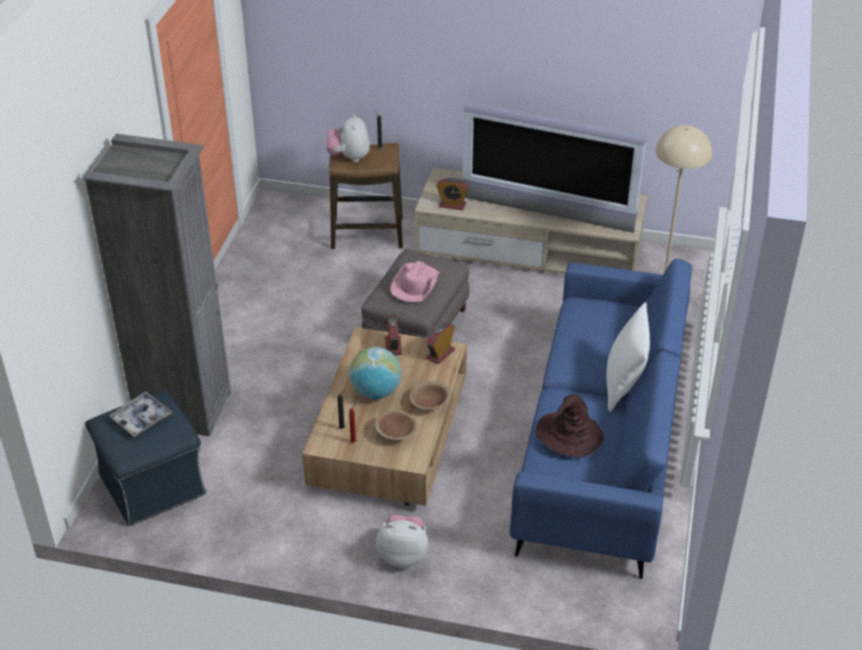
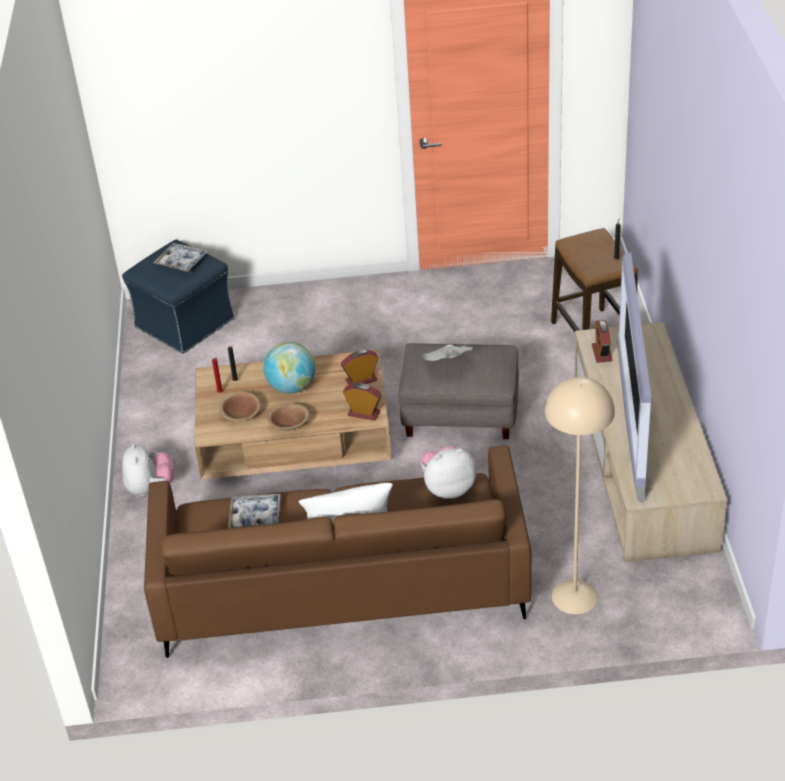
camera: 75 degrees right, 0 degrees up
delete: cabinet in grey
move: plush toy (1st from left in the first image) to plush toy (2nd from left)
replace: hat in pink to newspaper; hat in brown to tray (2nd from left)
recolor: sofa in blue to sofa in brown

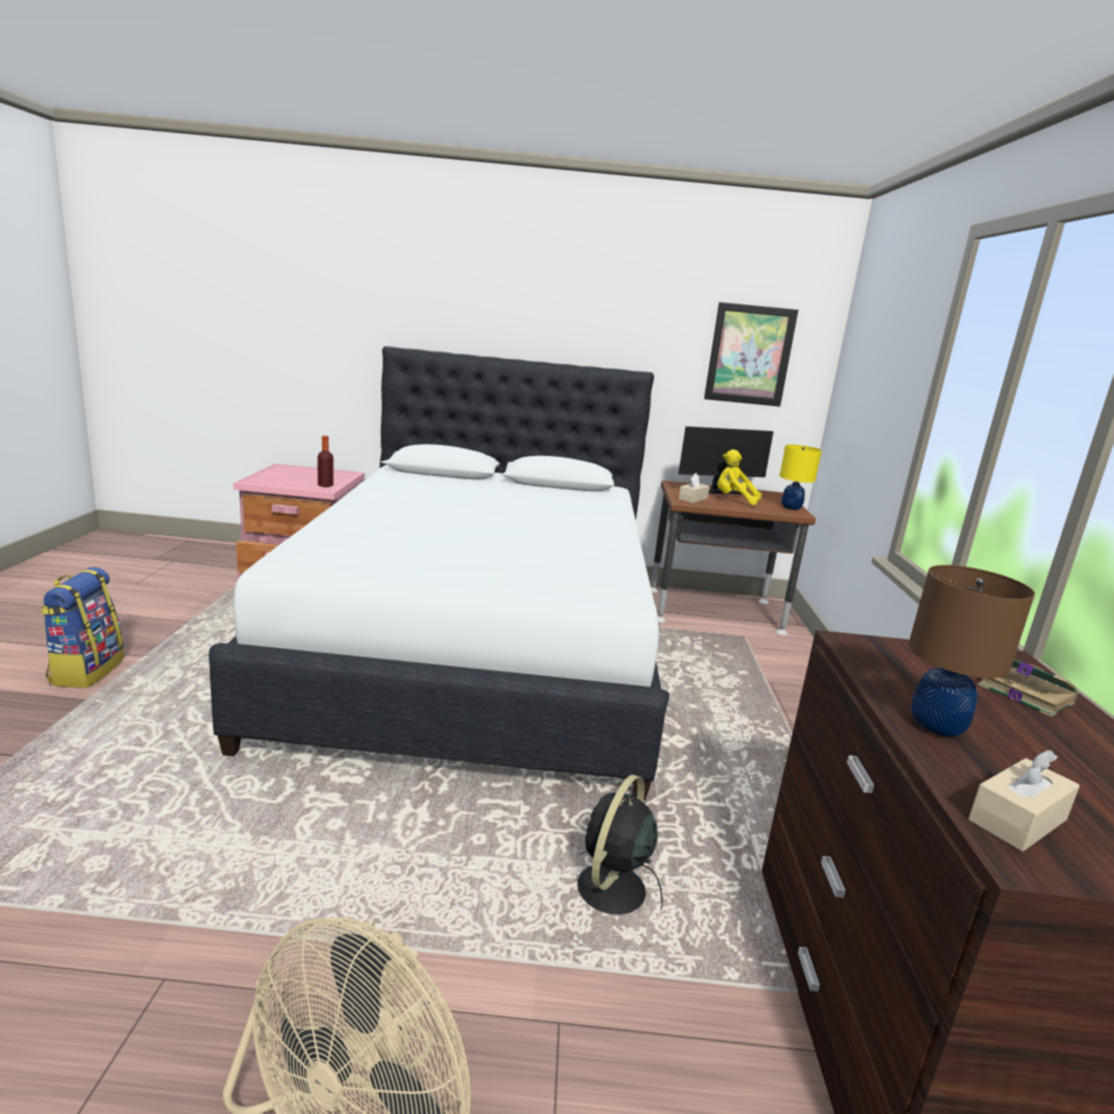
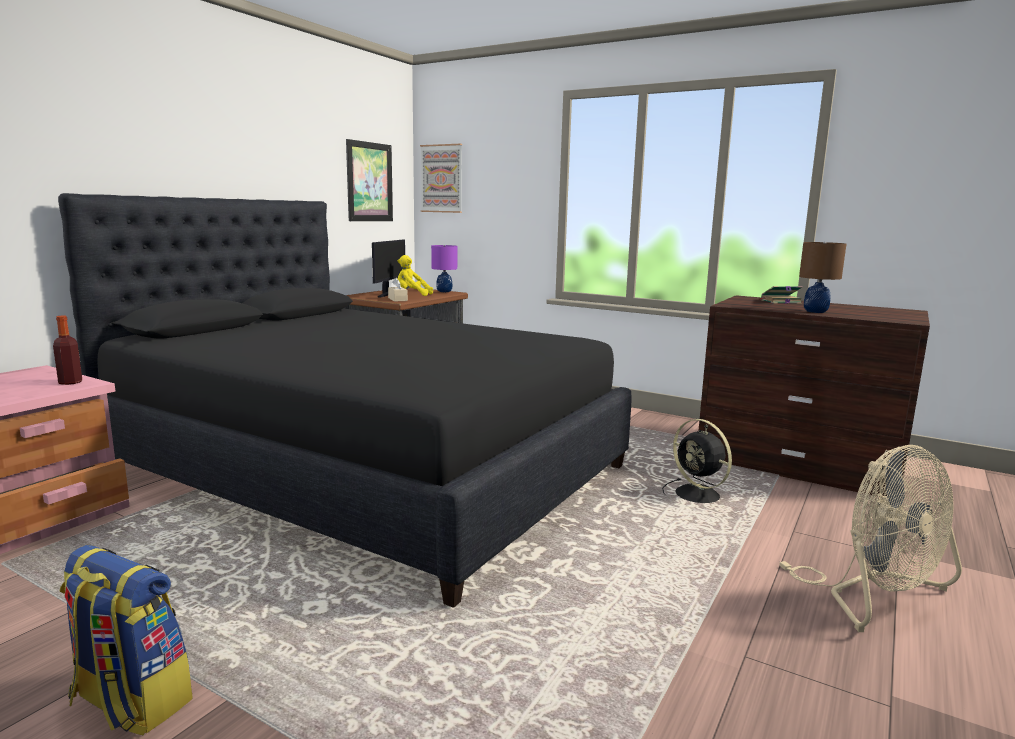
camera: 60 degrees left, 5 degrees down
delete: tissue box in beige (2nd from left)
insert: picture (2nd from left)
recolor: bed in white to bed in black; table lamp in yellow to table lamp in purple
rotate: plush toy in yellow 45 degrees clockwise

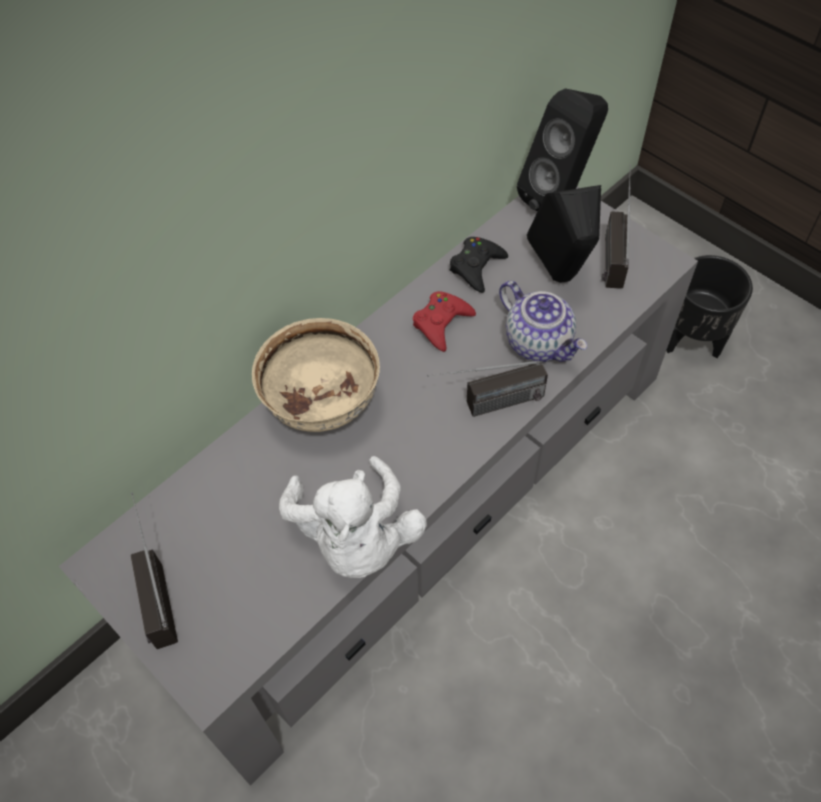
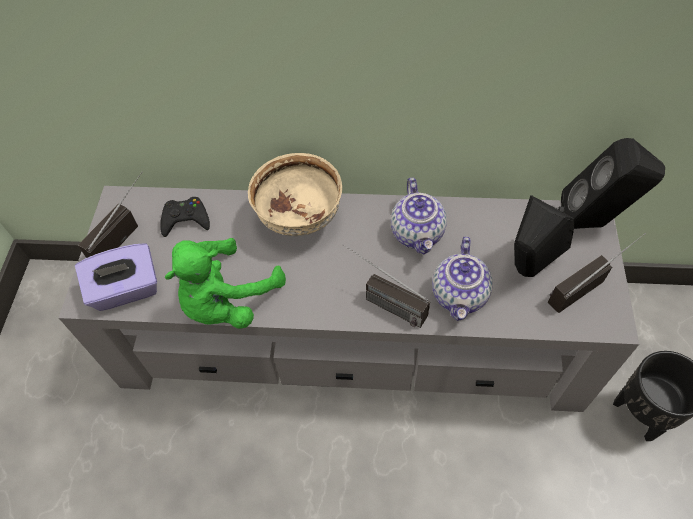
camera: 50 degrees right, 0 degrees up
insert: tissue box in purple
move: game controller in black
replace: game controller in red to teapot (1st from left)
recolor: plush toy in white to plush toy in green

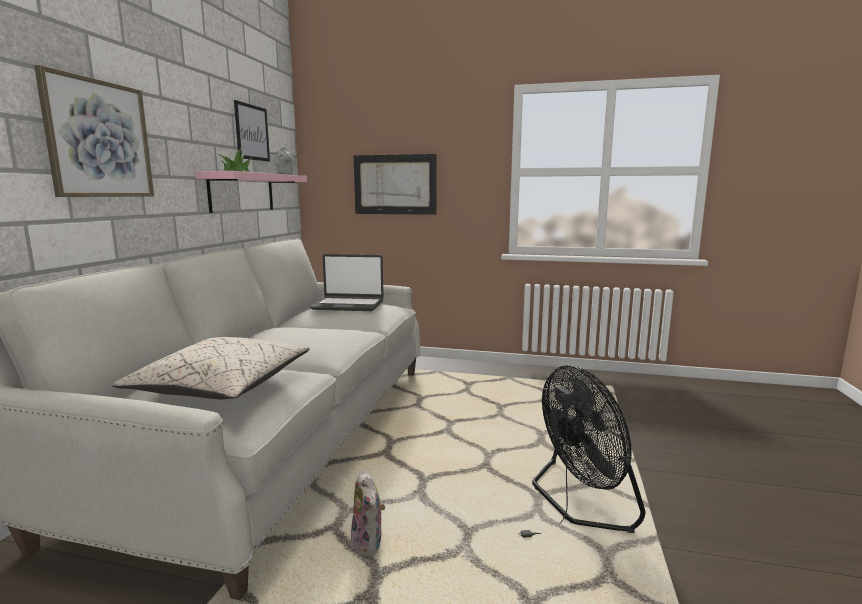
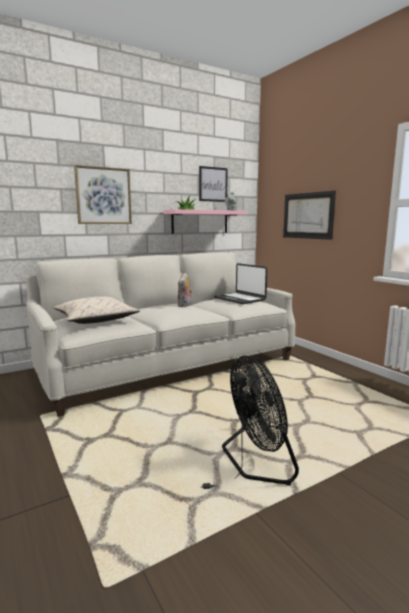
camera: 45 degrees right, 0 degrees up
move: plush toy
rotate: fan in black 45 degrees counterclockwise

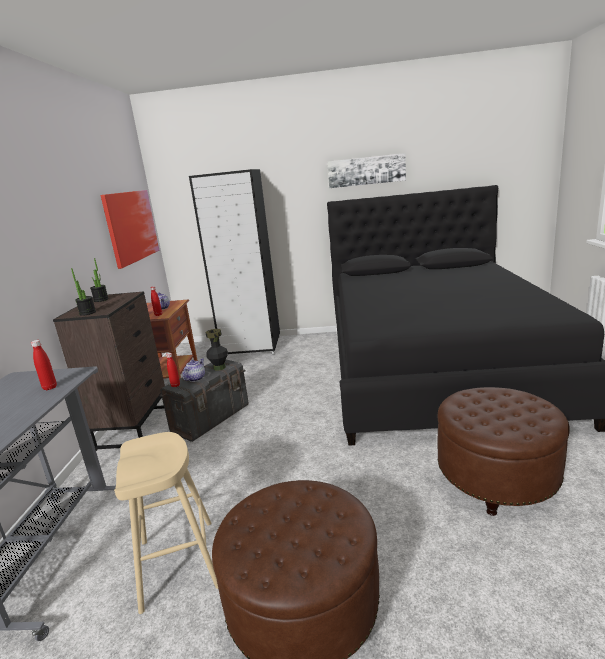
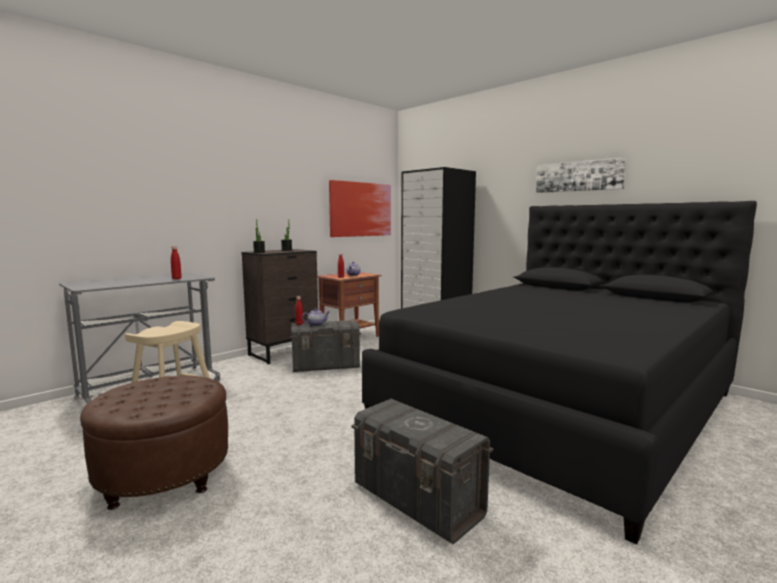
camera: 40 degrees right, 10 degrees down
delete: vase in black
replace: ottoman in brown (2nd from left) to storage box in grey (2nd from left)

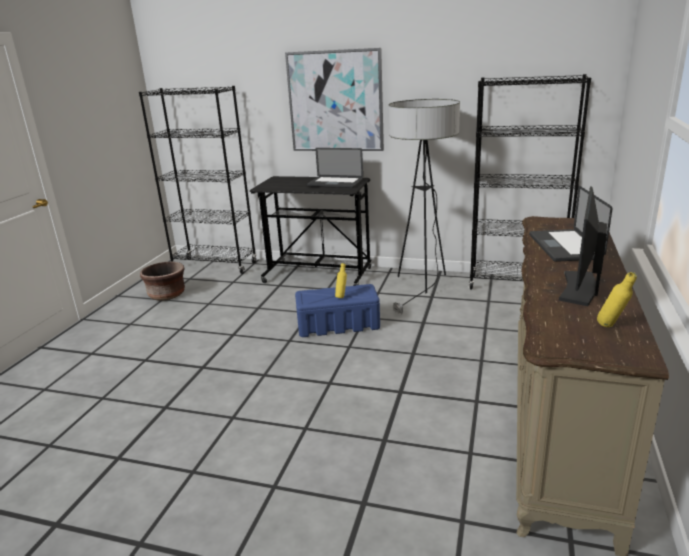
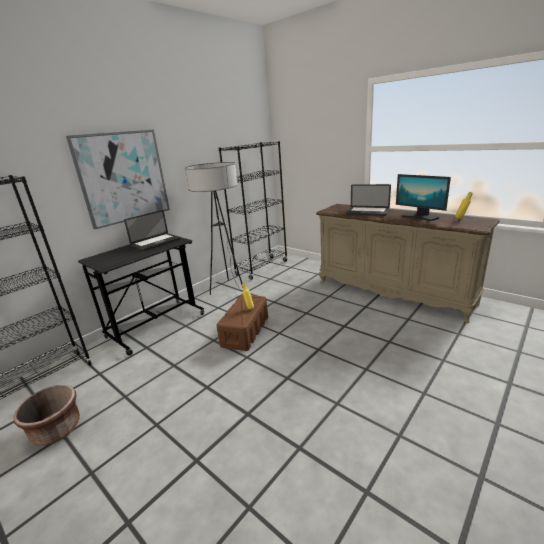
camera: 65 degrees left, 0 degrees up
recolor: storage box in blue to storage box in brown

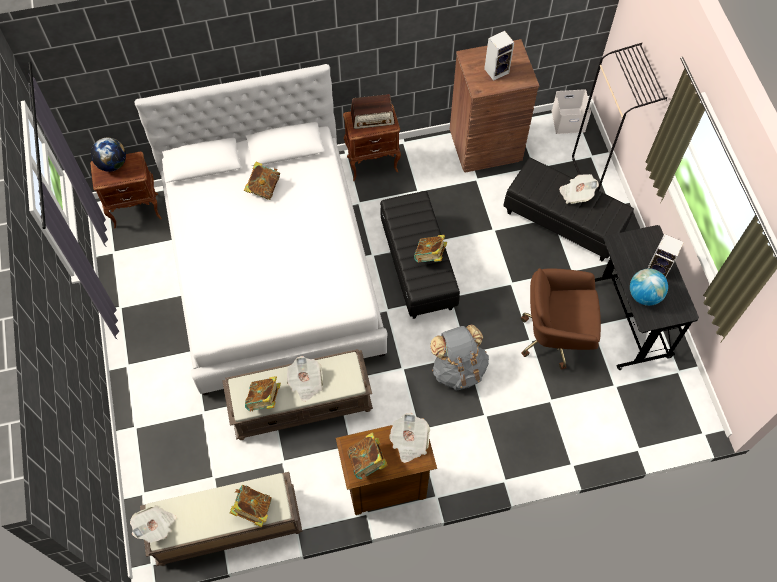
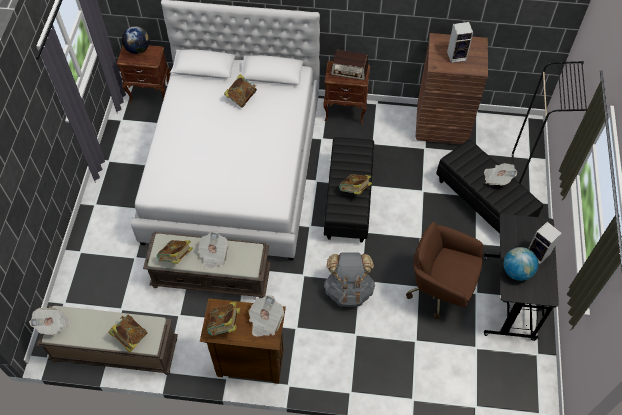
camera: 20 degrees right, 5 degrees down
delete: storage box in white

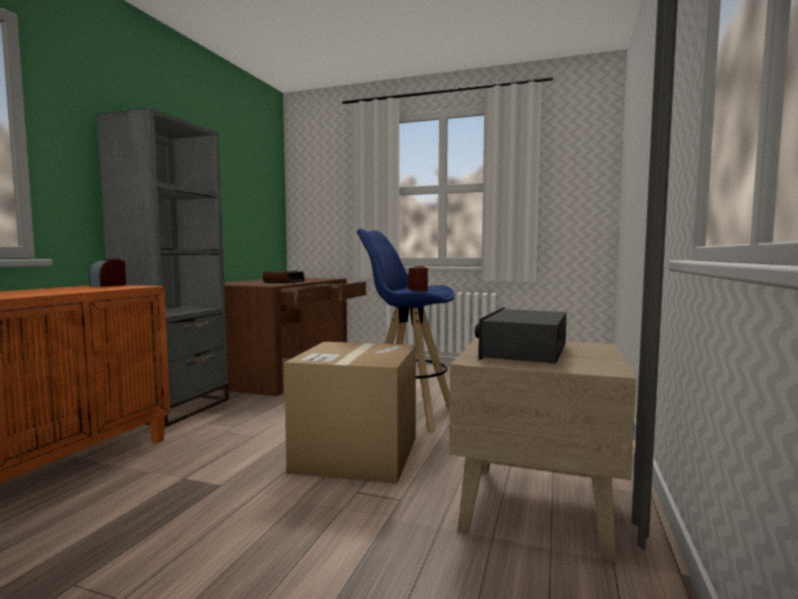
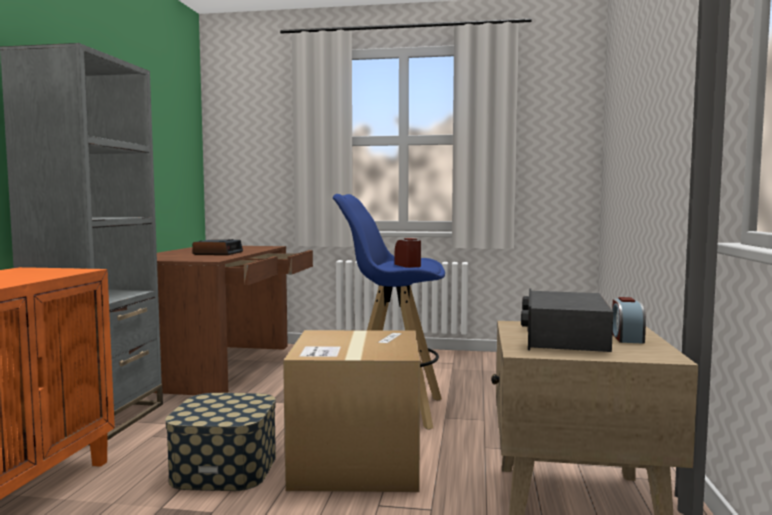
camera: 10 degrees left, 0 degrees up
insert: storage box
move: alarm clock (1st from left in the first image) to alarm clock (3rd from left)

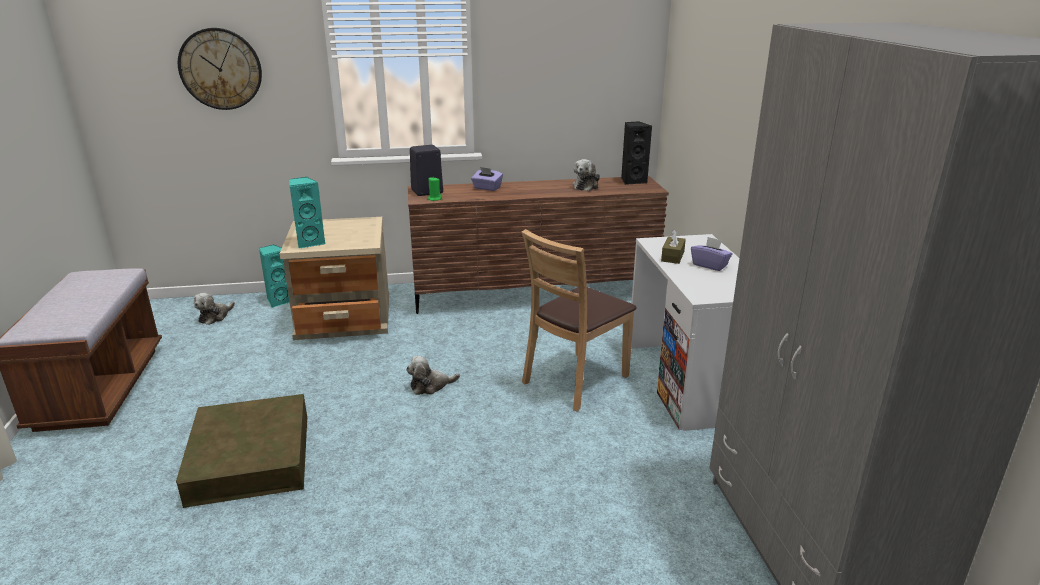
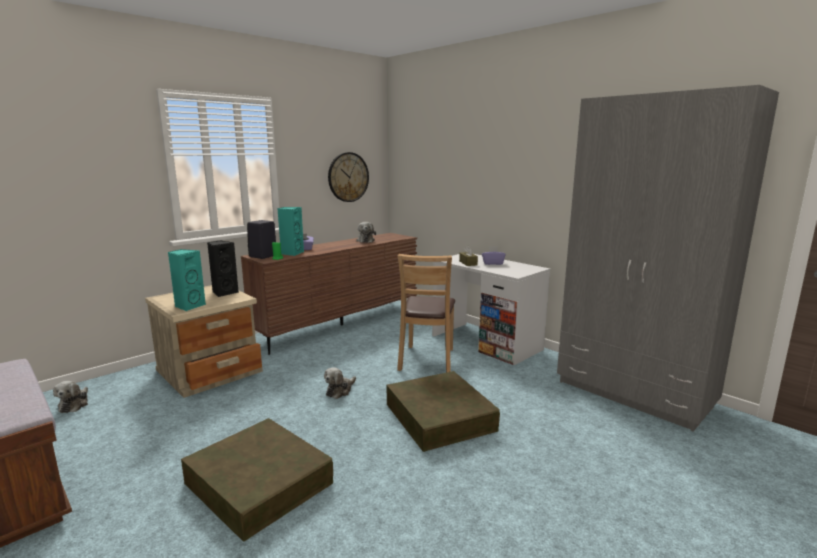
camera: 35 degrees left, 10 degrees down
insert: storage box in brown (2nd from left)
move: wall clock; speaker in turquoise (1st from left in the first image) to speaker in turquoise (2nd from left); speaker in black (2nd from left in the first image) to speaker in black (1st from left)

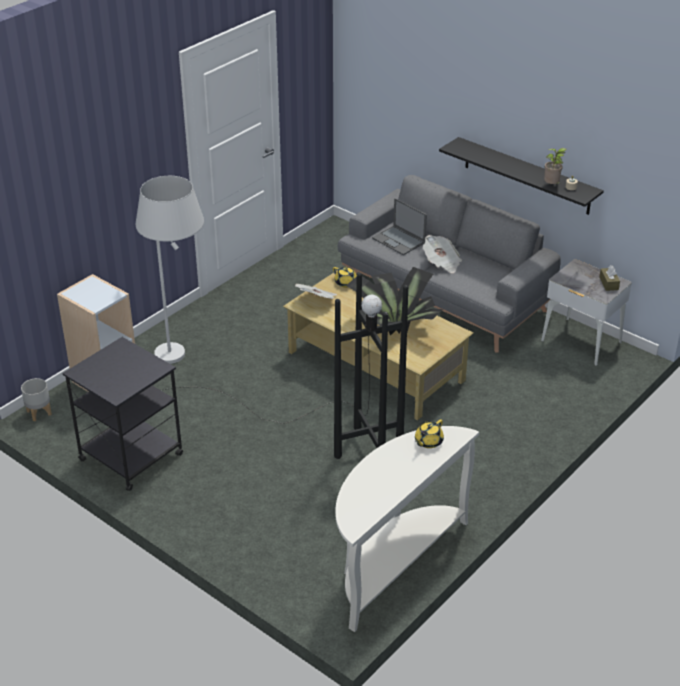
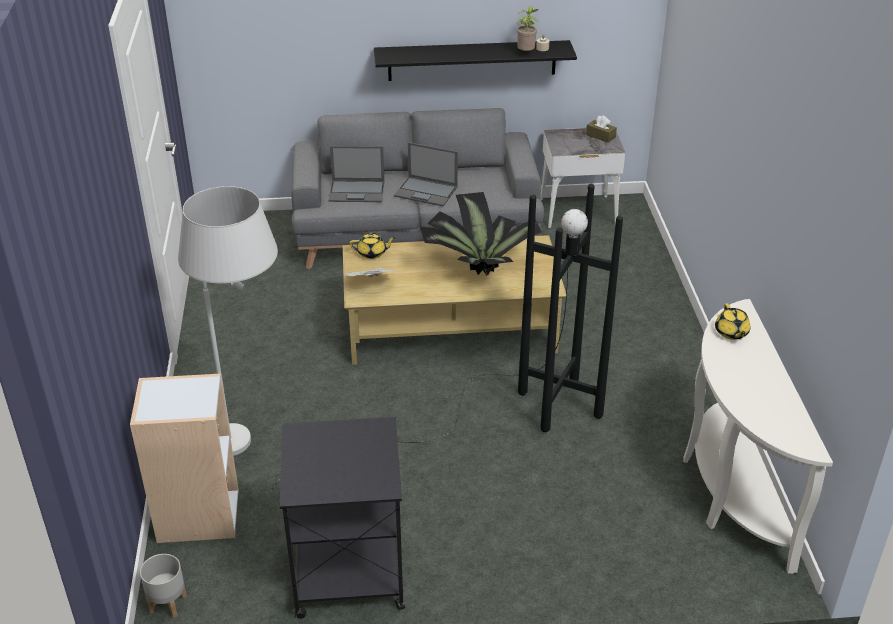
camera: 45 degrees left, 0 degrees up
replace: newspaper (2nd from left) to laptop (2nd from left)

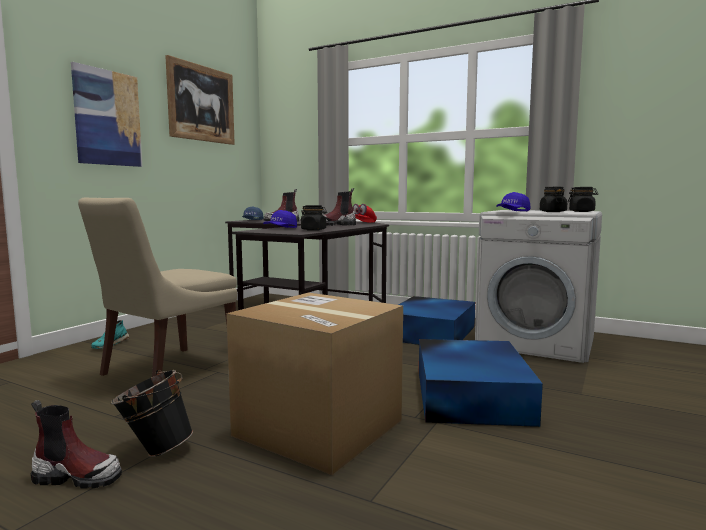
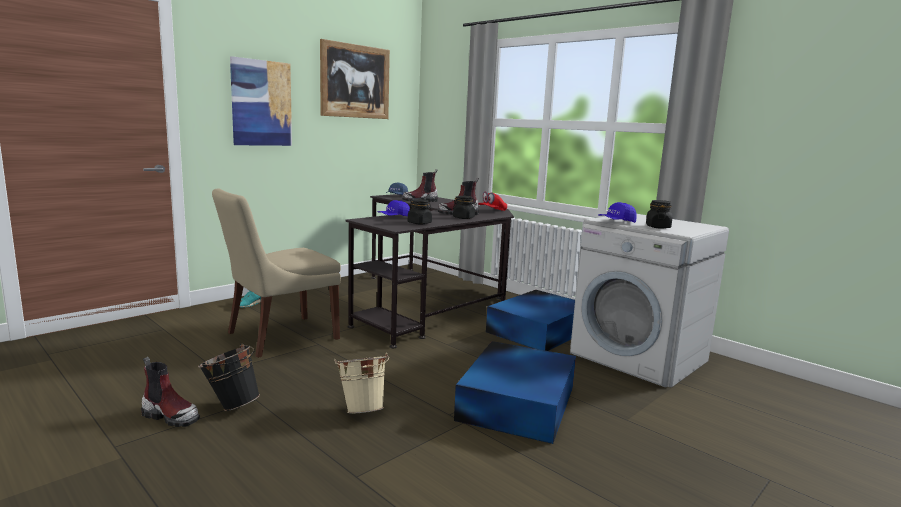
camera: 15 degrees right, 5 degrees up
move: jar in black (3rd from left in the first image) to jar in black (2nd from left)
replace: cardboard box to bucket in beige

